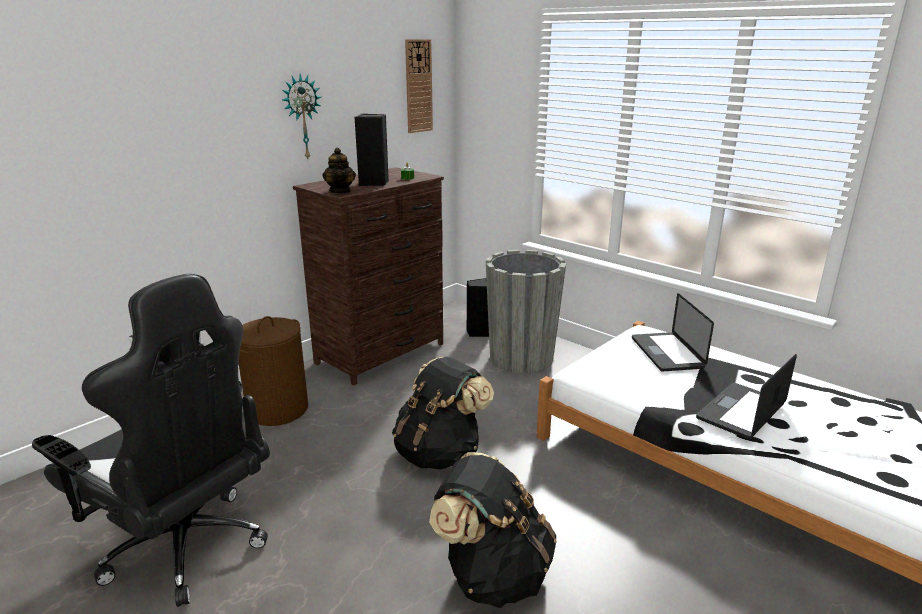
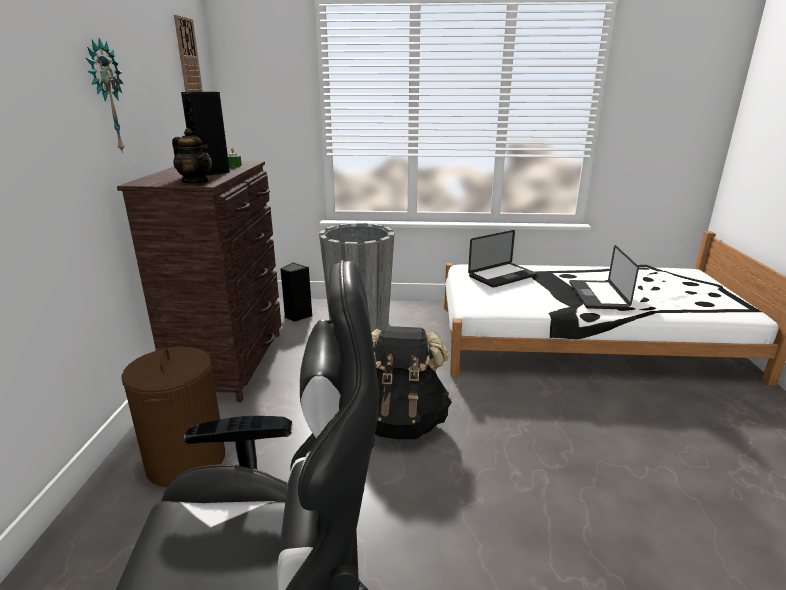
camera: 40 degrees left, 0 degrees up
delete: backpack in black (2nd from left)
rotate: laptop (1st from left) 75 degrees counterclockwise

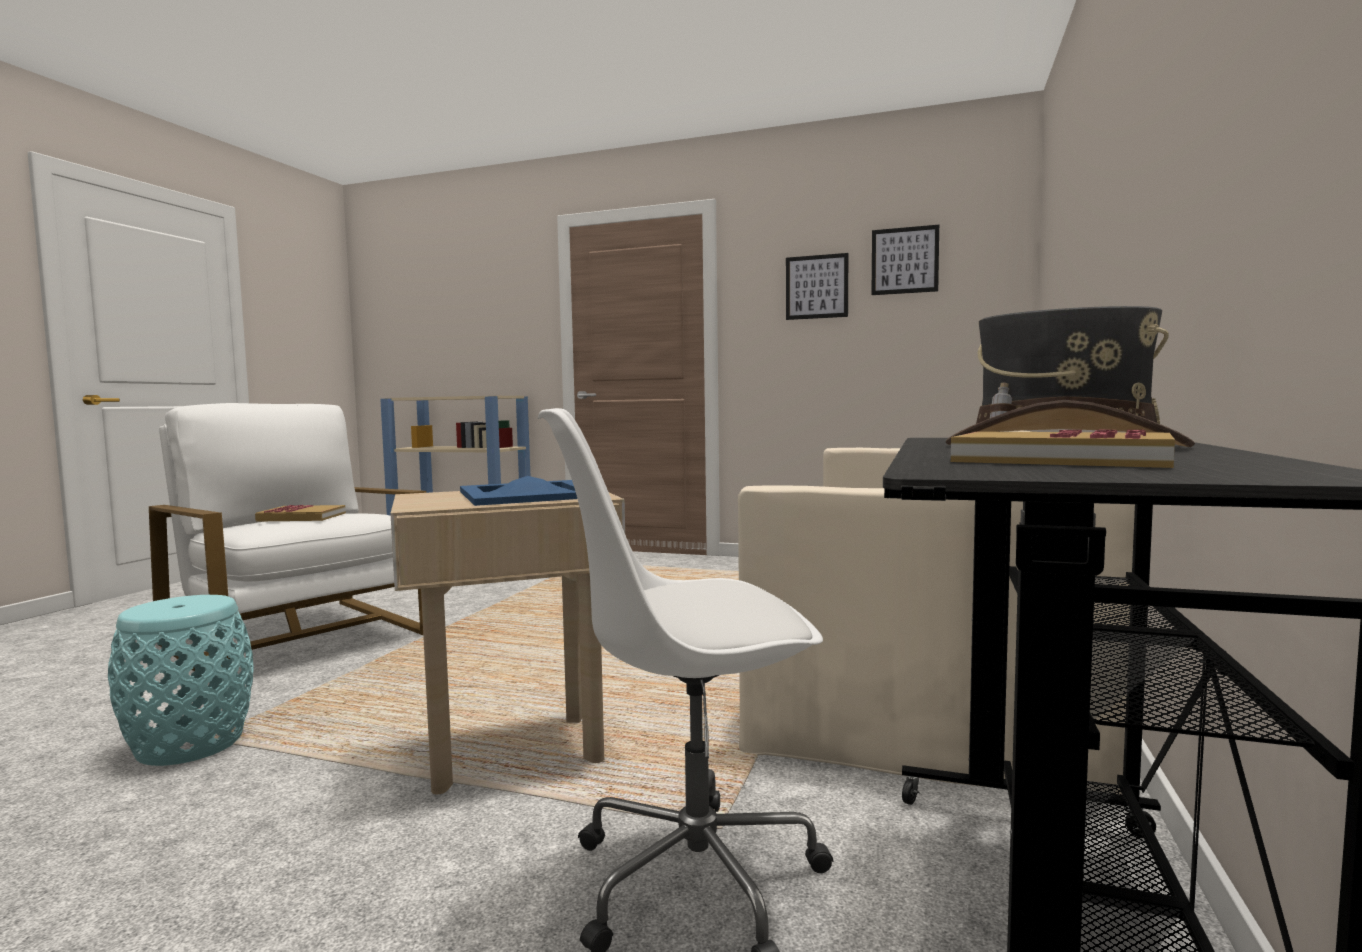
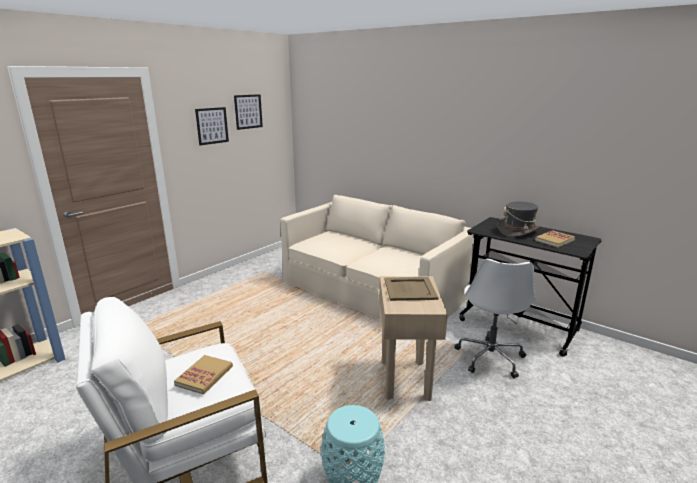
camera: 70 degrees left, 15 degrees up
recolor: tray in blue to tray in beige

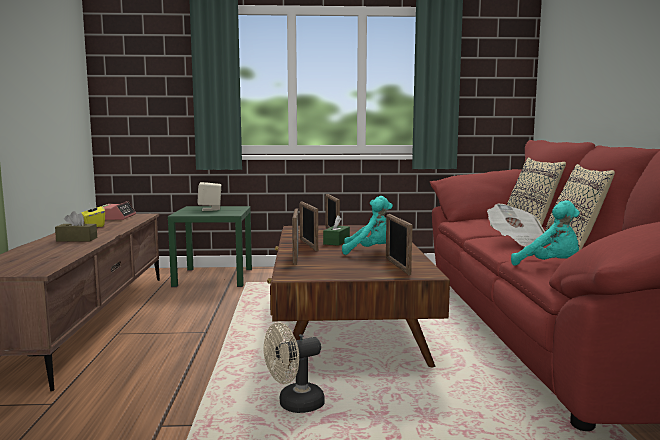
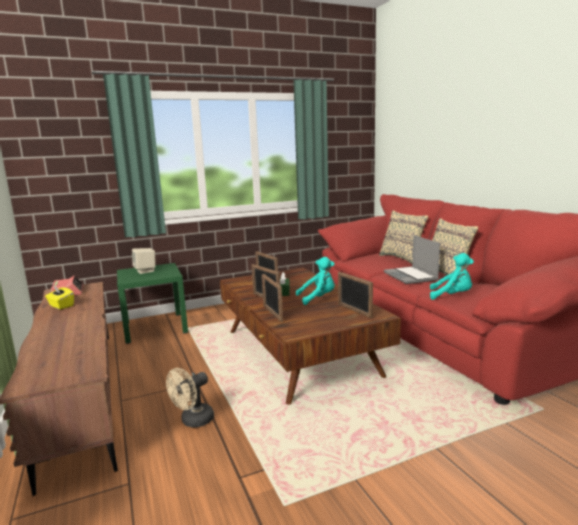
camera: 20 degrees left, 5 degrees up
delete: tissue box in brown
move: fan in beige
replace: newspaper to laptop

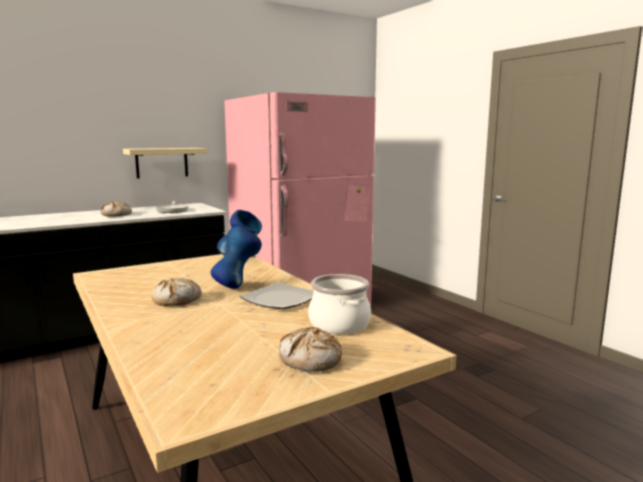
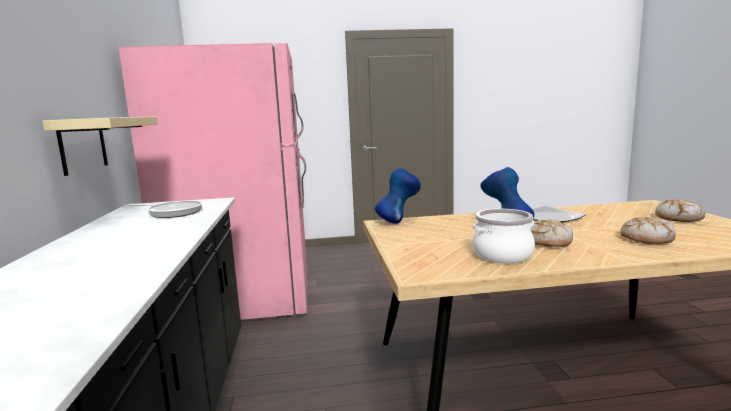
camera: 65 degrees left, 0 degrees up
move: bread (1st from left in the first image) to bread (2nd from left); cooking pot

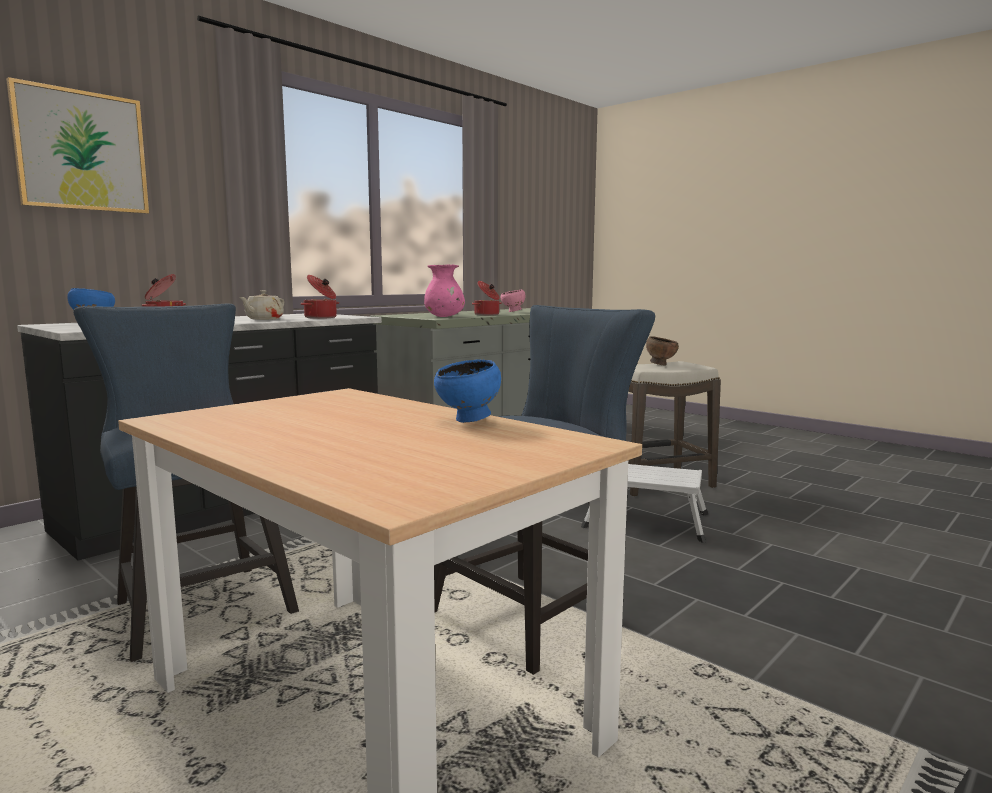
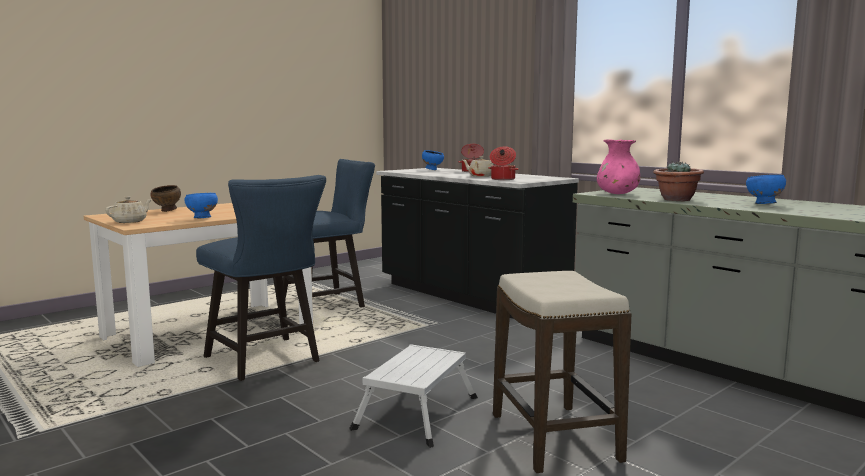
camera: 95 degrees right, 0 degrees up
delete: picture
insert: teapot in beige (1st from left)
move: bowl in brown
replace: cooking pot (3rd from left) to potted plant
recolor: bowl in pink to bowl in blue (3rd from left)

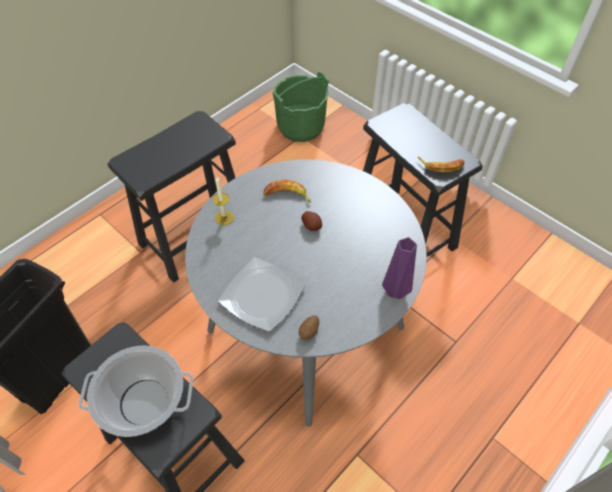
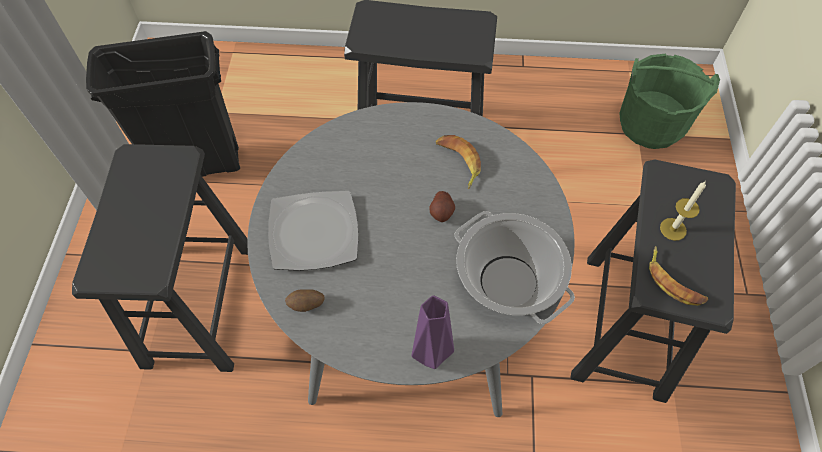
camera: 50 degrees right, 5 degrees up
move: cooking pot; candle

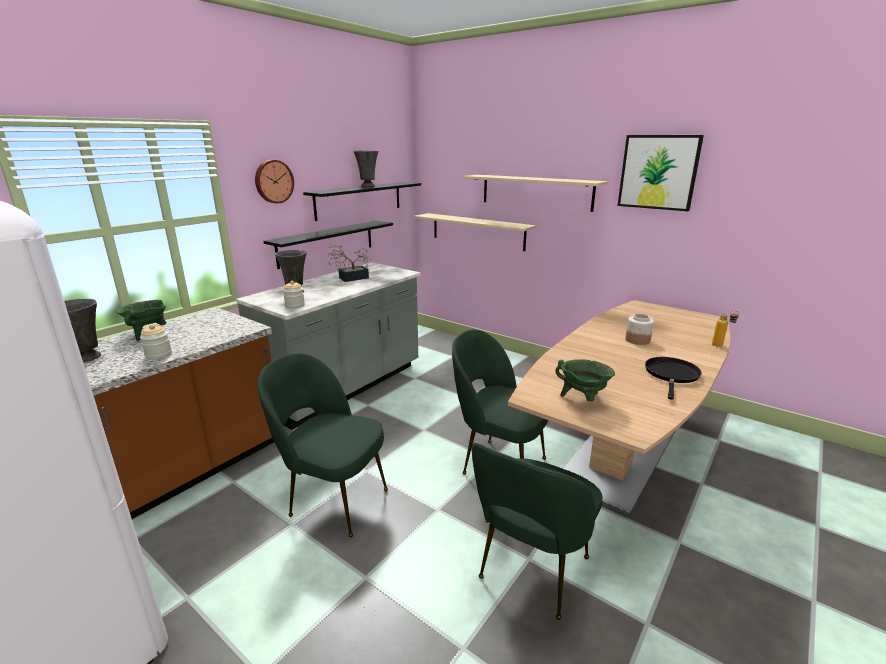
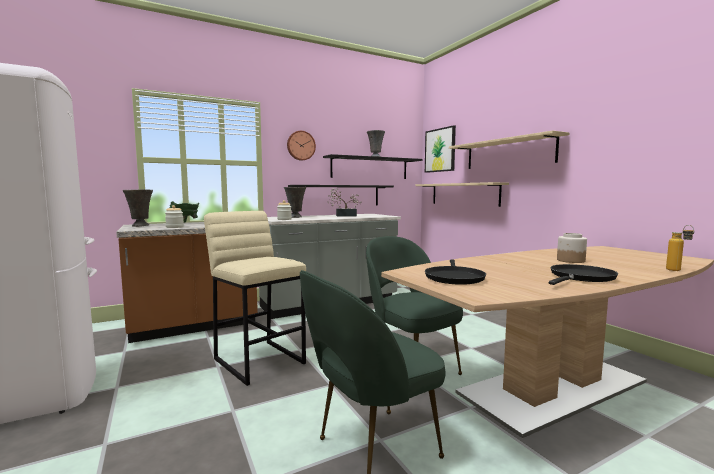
camera: 25 degrees right, 15 degrees down
move: picture
replace: chair in green (1st from left) to stool in beige; cooking pot in green (2nd from left) to frying pan in black (1st from left)

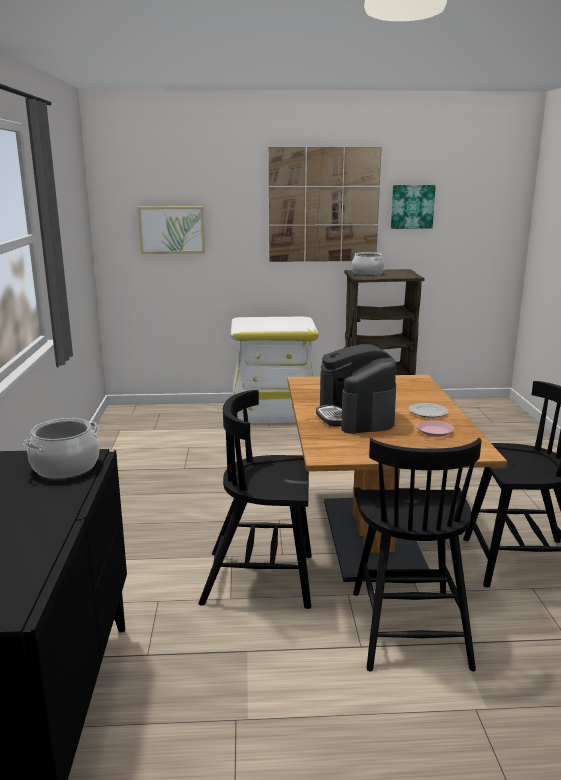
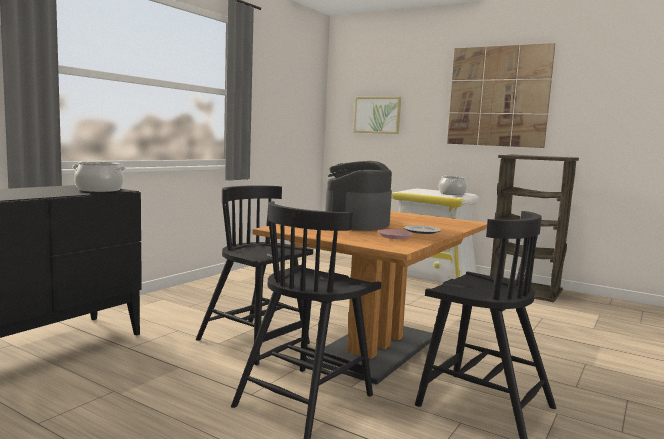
camera: 35 degrees right, 10 degrees down
delete: picture (3rd from left)
move: cooking pot (2nd from left)

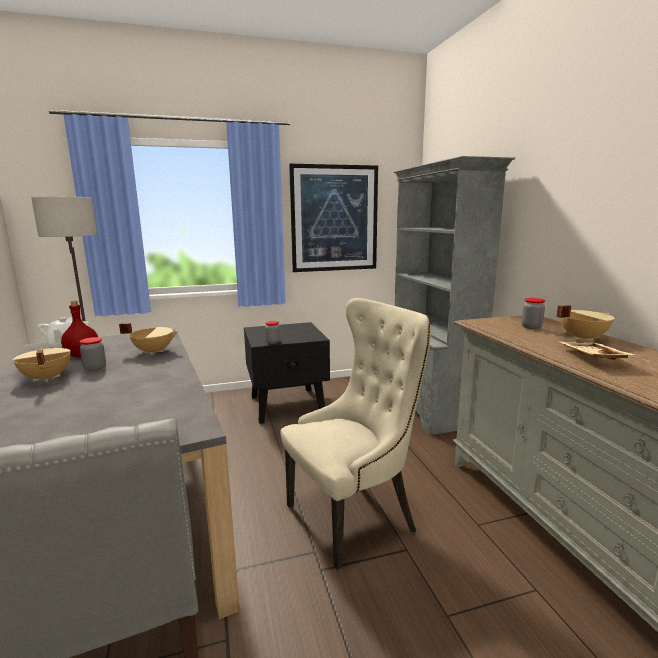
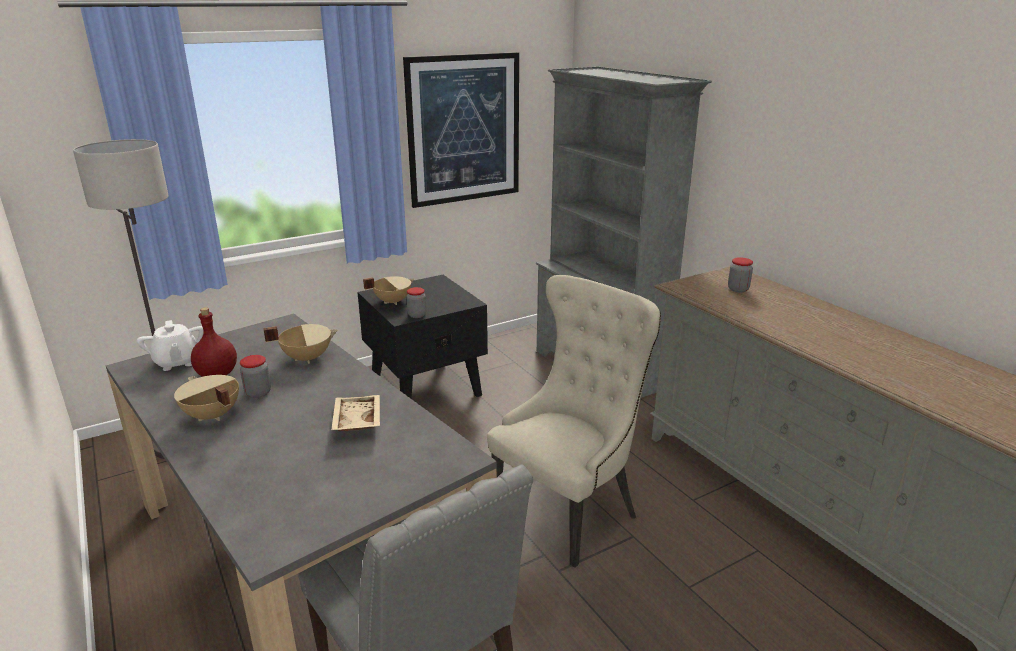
camera: 15 degrees left, 10 degrees up
move: cooking pot in beige (3rd from left); tray in beige

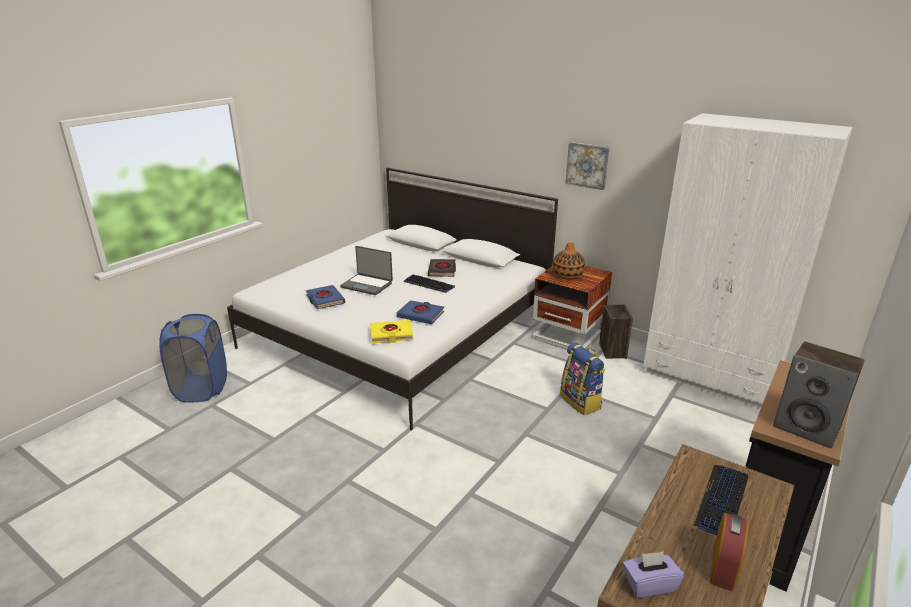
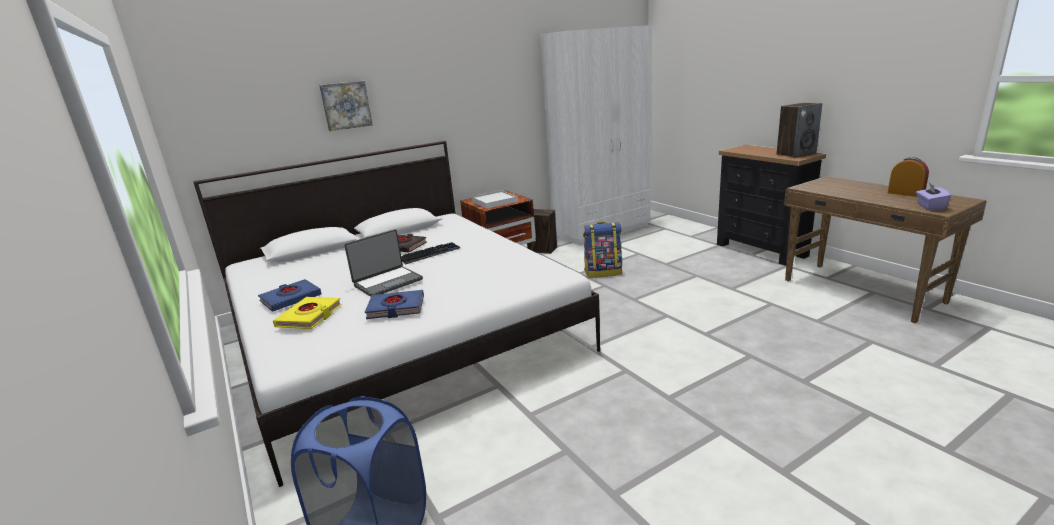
camera: 65 degrees left, 5 degrees down
delete: keyboard (2nd from left)
move: book in yellow; book in blue (2nd from left in the first image) to book in blue (1st from left); picture
replace: vase to tray in white

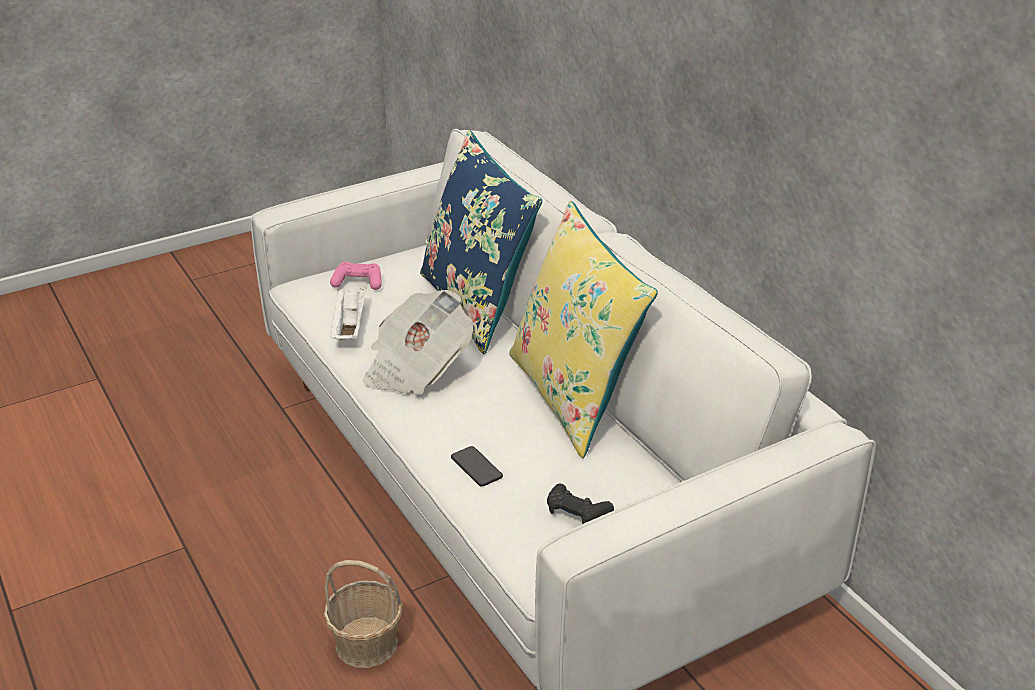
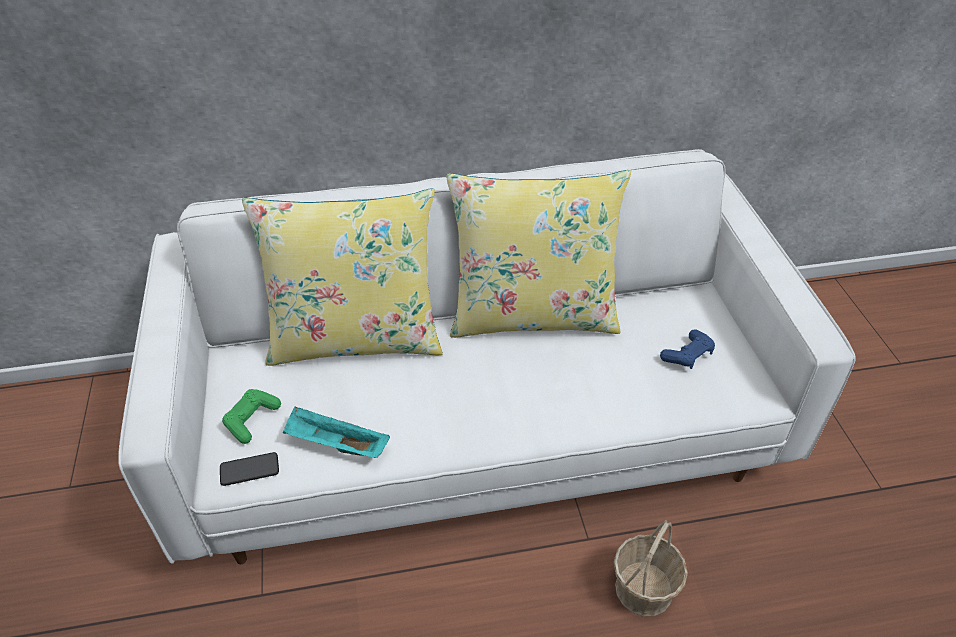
camera: 70 degrees left, 10 degrees up
delete: newspaper
move: phone
recolor: game controller in pink to game controller in green; tray in white to tray in turquoise; pillow in blue to pillow in yellow (1st from left); game controller in black to game controller in blue

